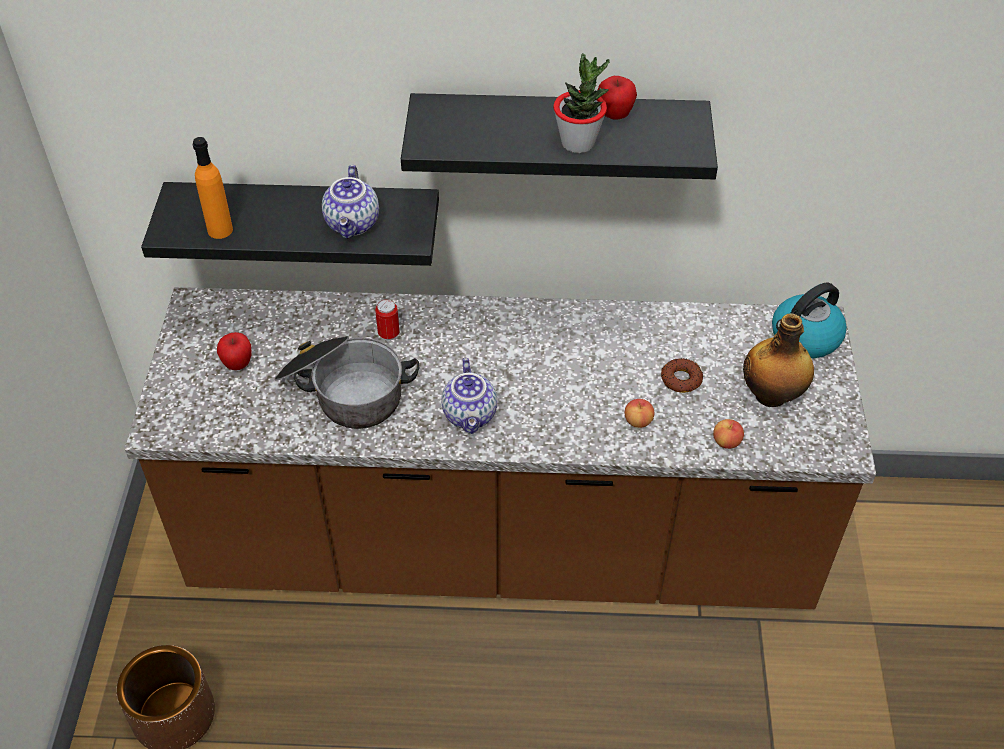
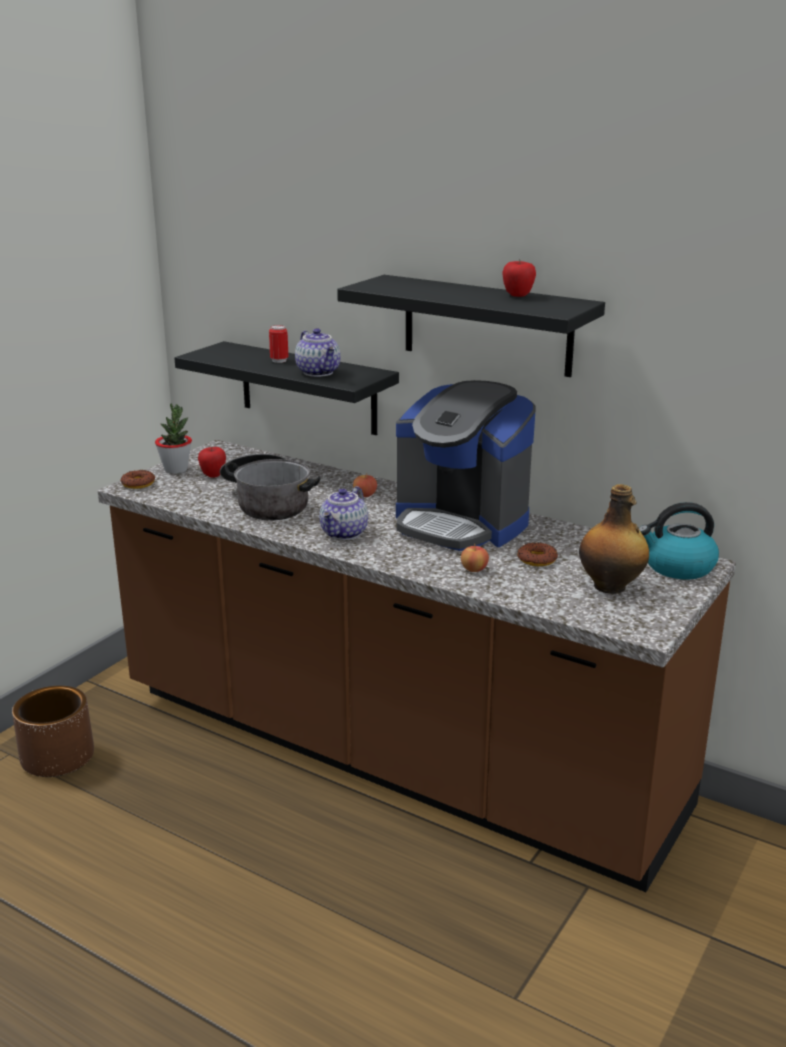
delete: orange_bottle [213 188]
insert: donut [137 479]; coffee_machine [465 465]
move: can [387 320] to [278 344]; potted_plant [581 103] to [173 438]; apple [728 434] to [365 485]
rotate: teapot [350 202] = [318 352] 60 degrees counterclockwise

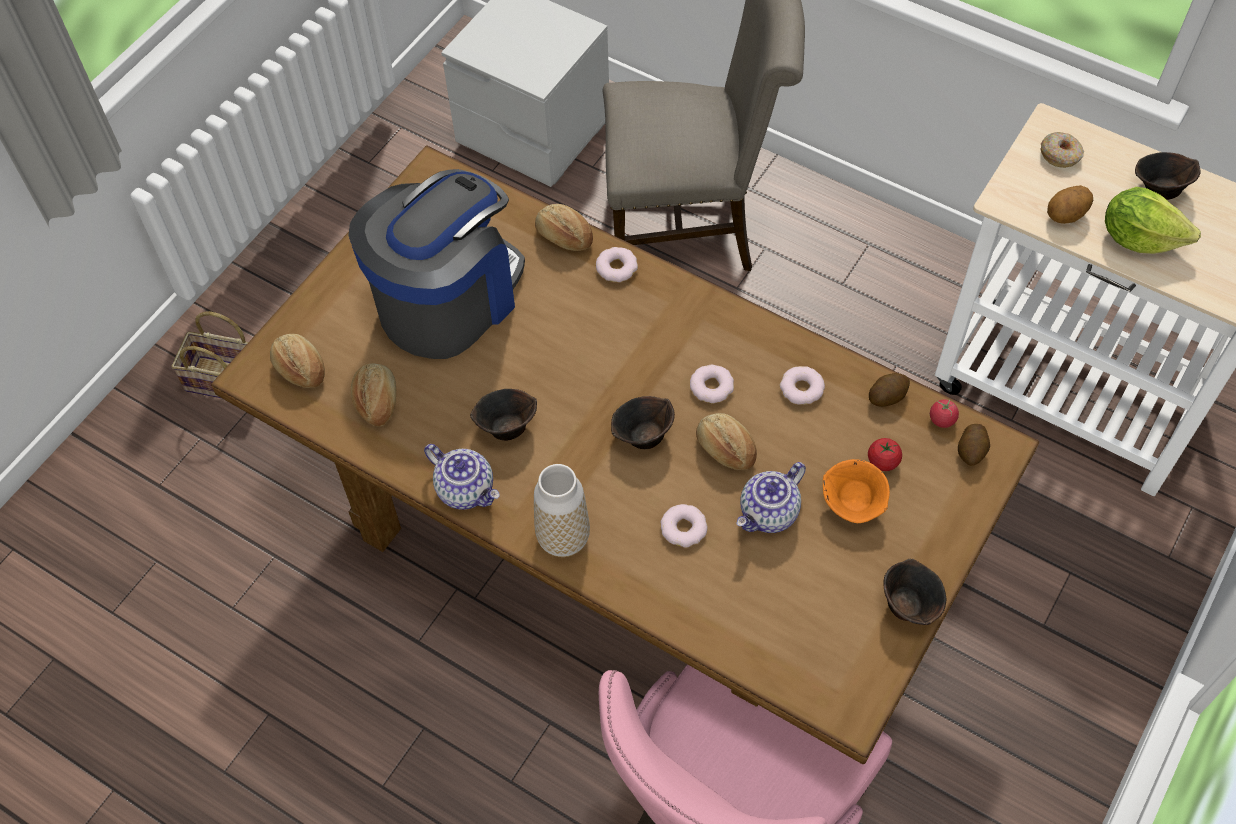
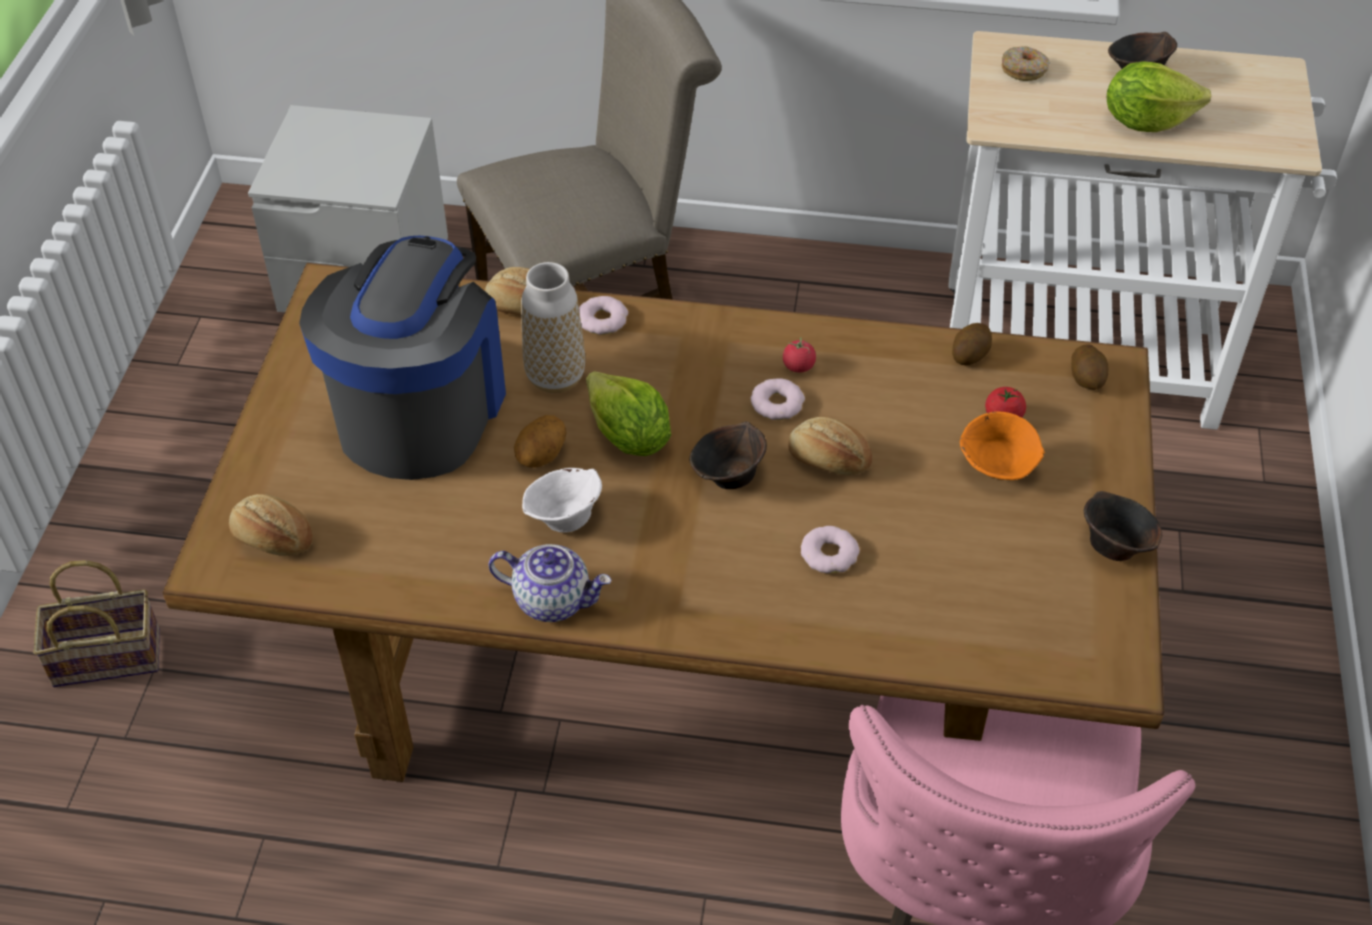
delete: bread [373 395]; teapot [771 497]; donut [802 385]
insert: lettuce [628 413]
move: vase [562 510] to [553 327]; tomato [944 413] to [799 355]; potato [1070 204] to [540 441]
recolor: brown_bowl [503 415] to white_bowl [562 500]

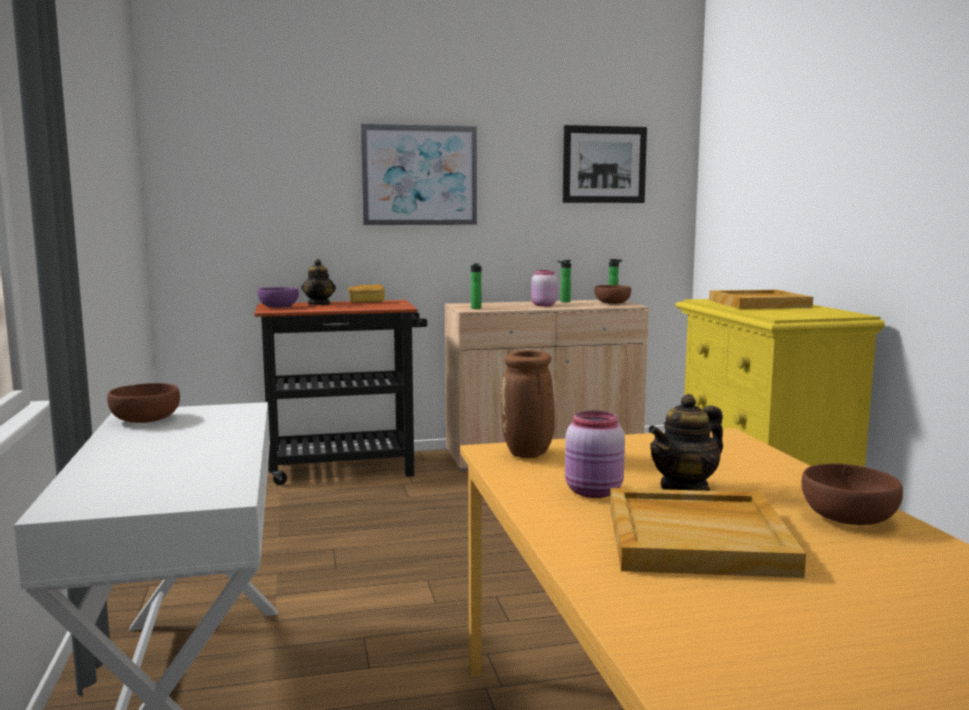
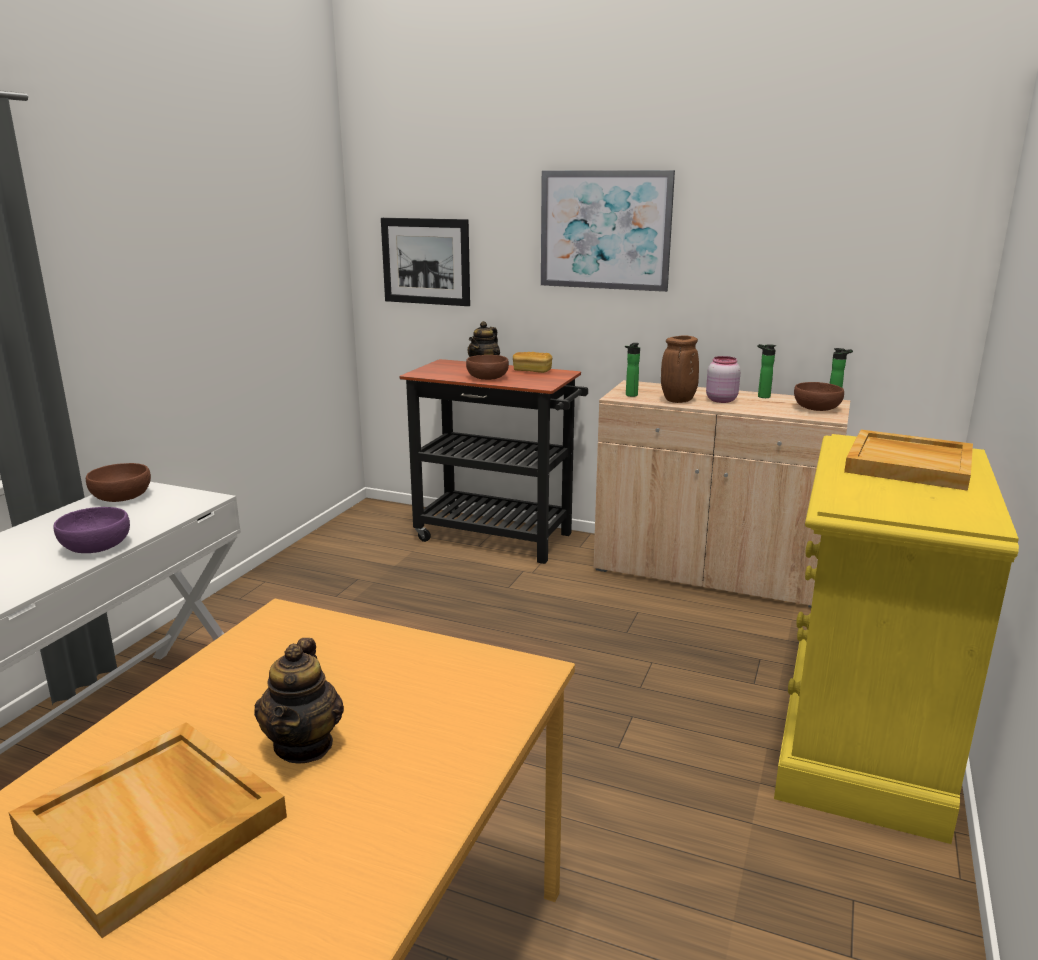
delete: pink_jar [595 454]
move: purple_bowl [278 297] to [91 530]; brown_vase [528 404] to [680 369]; picture [605 164] to [425 262]; brown_bowl [852 494] to [487 367]
rotate: teapot [685 442] = [299 701] 90 degrees counterclockwise

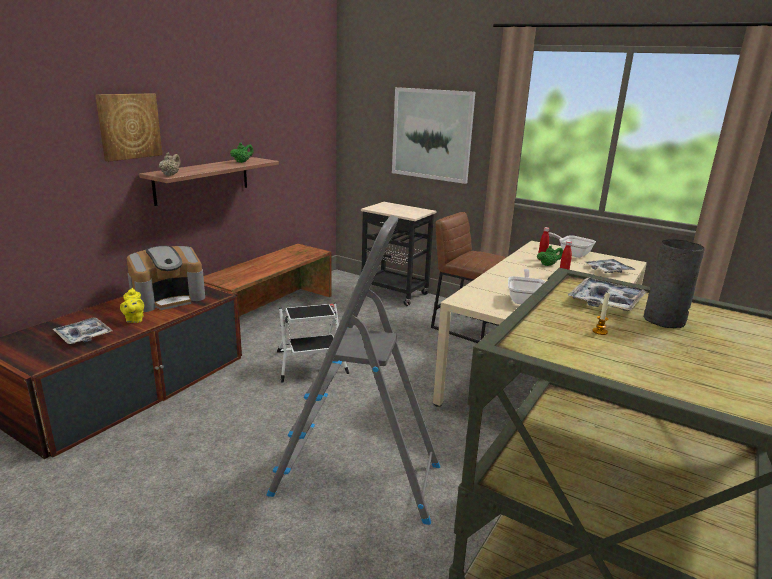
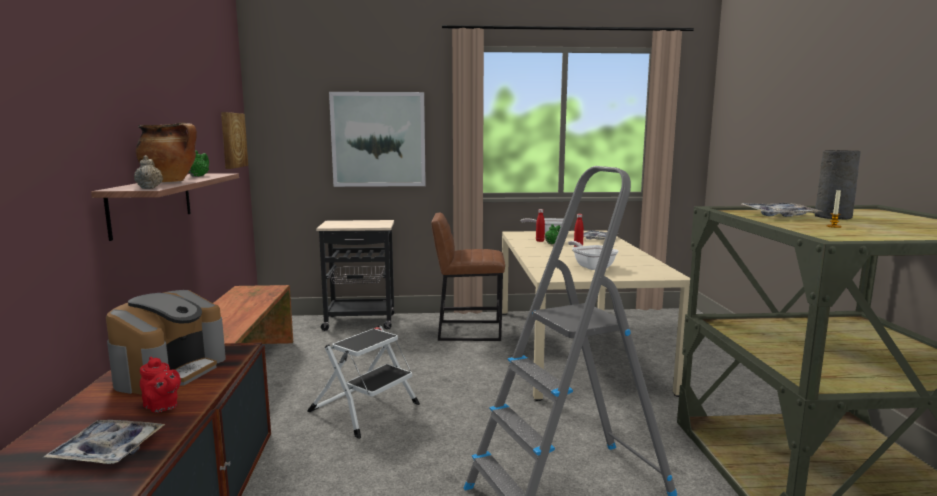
insert: cooking_pot [166 152]
move: picture [128 127] to [234 140]
recolor: yellow_teapot [132 305] to red_teapot [160 385]

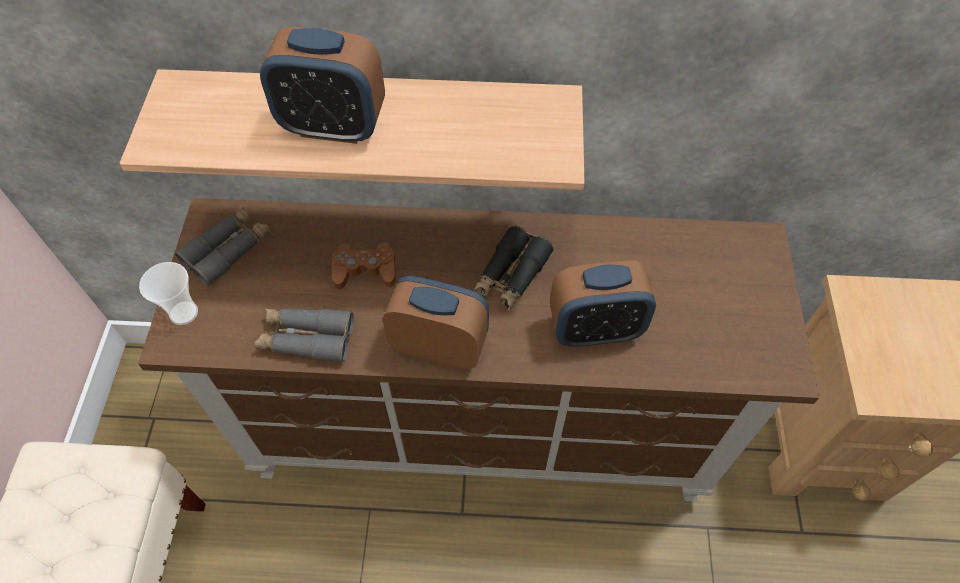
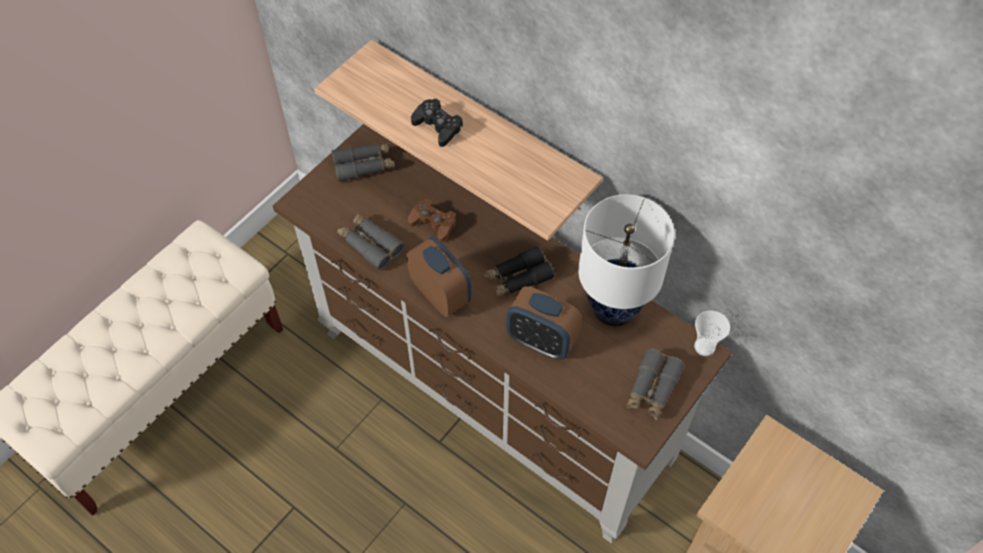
insert: white_table_lamp [626 260]; grey_binoculars [655 384]
move: cup [168 293] to [712 333]
replace: alarm_clock [322 85] to black_game_controller [437 123]

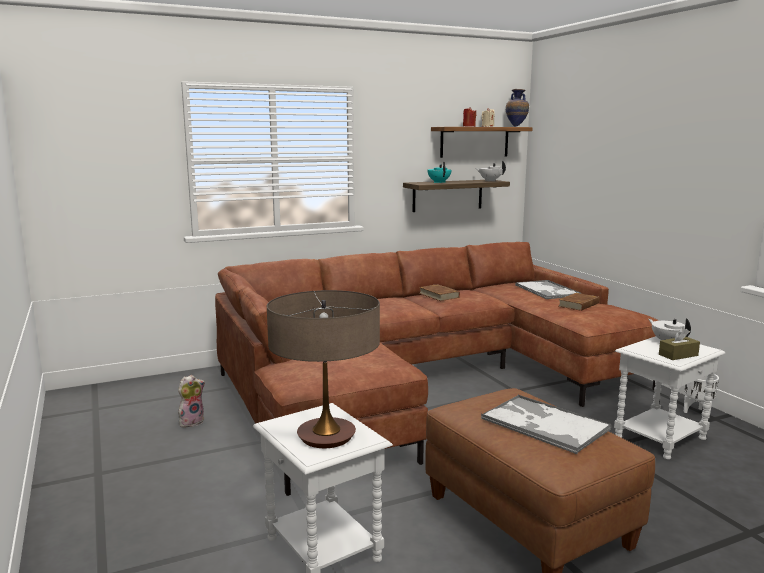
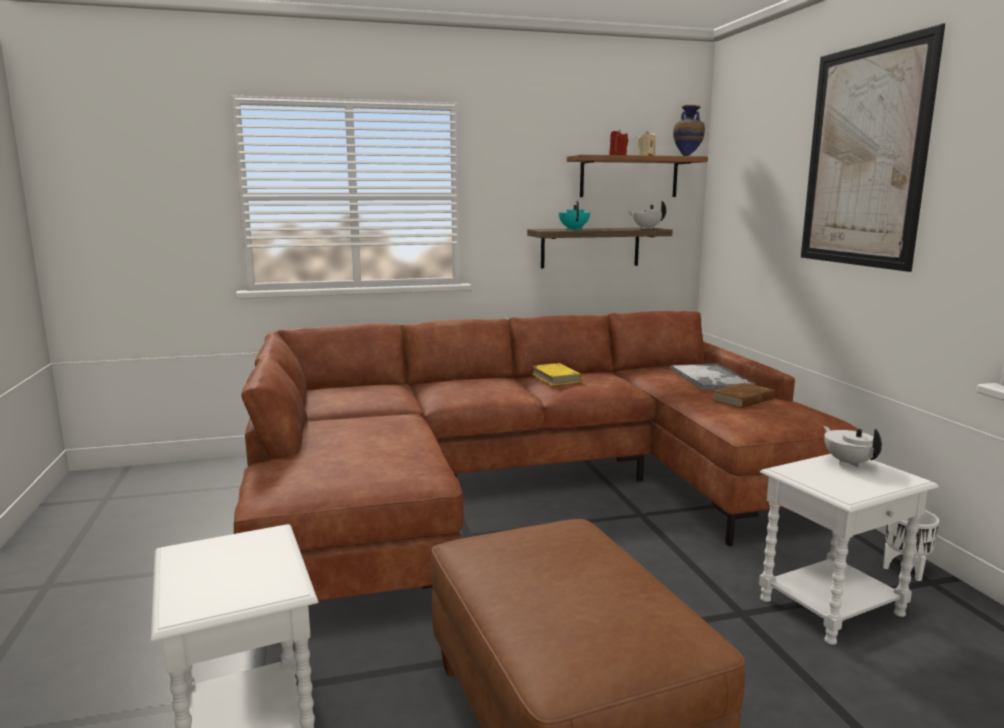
delete: plush_toy [191 401]; table_lamp [323 369]; tray [546 424]; brown_tissue_box [679 344]
insert: picture [873 147]
recolor: brown_book [439 292] to yellow_book [557 374]

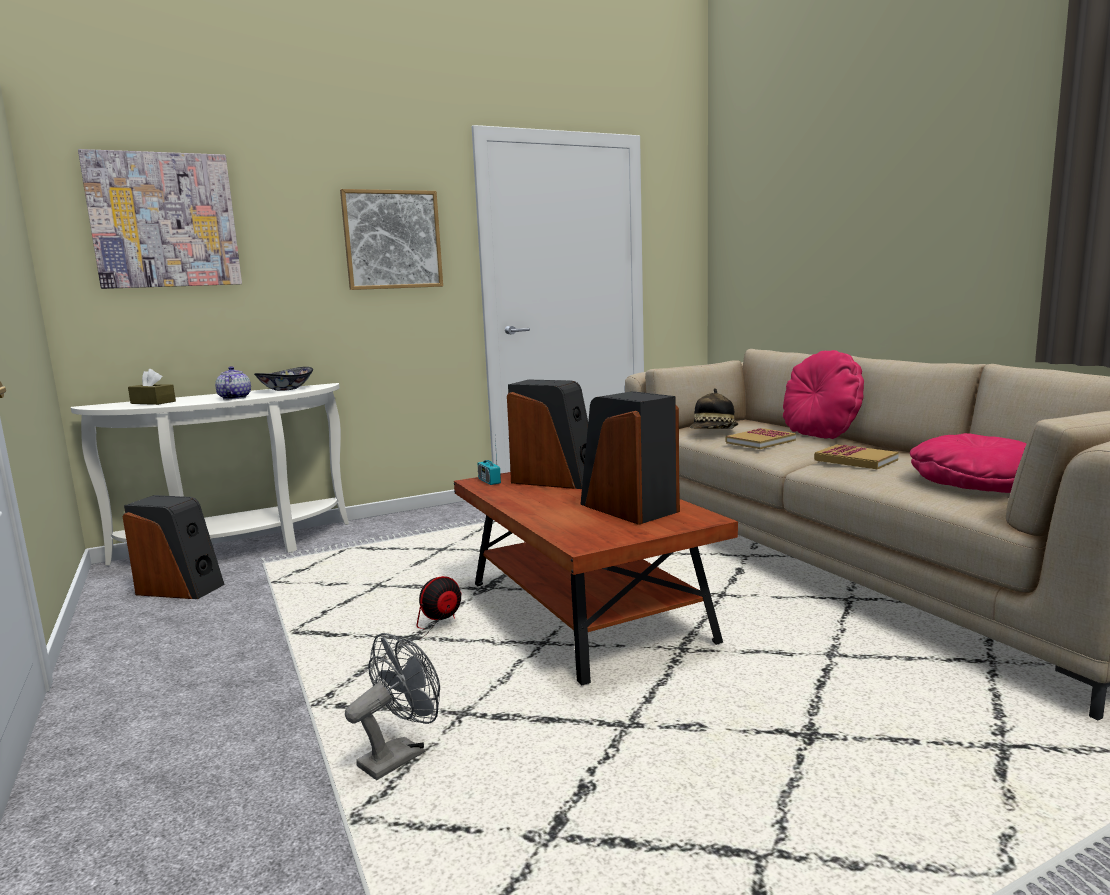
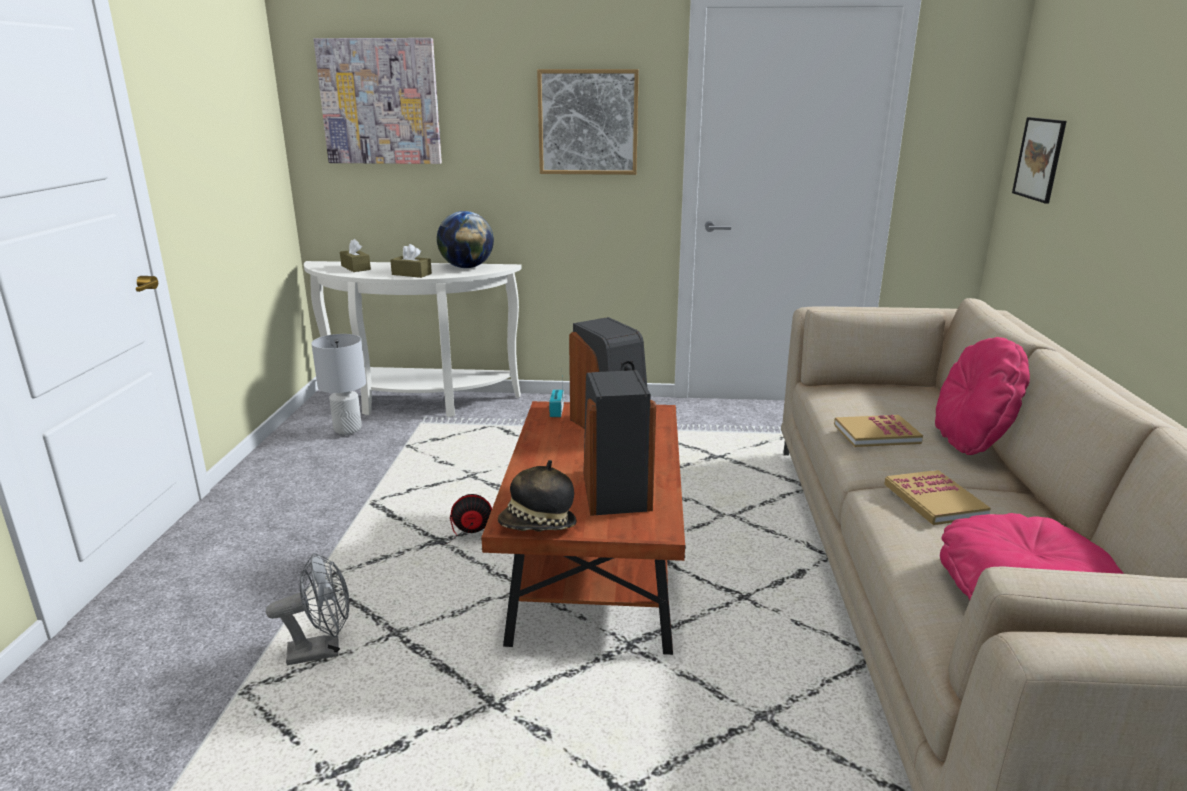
insert: picture [1039 160]
move: hat [714 408] to [537 496]
replace: speaker [173 547] to grey_table_lamp [338 384]; teapot [233 383] to brown_tissue_box [411 261]; bowl [283 379] to globe [465 239]

